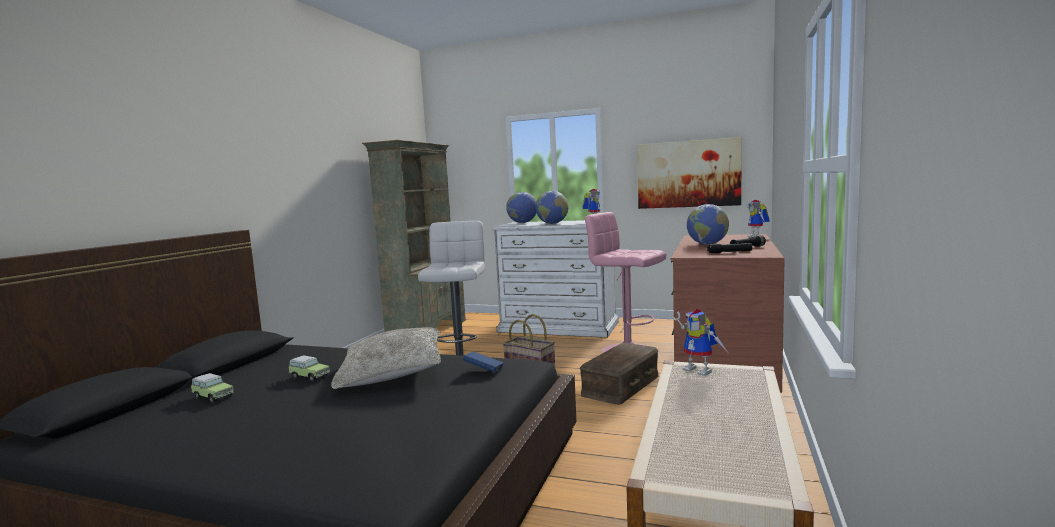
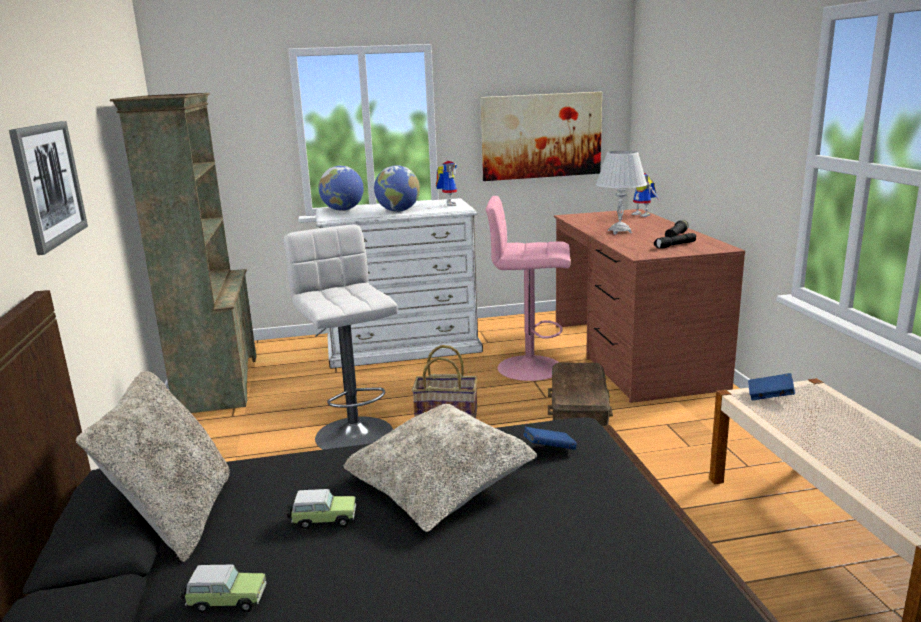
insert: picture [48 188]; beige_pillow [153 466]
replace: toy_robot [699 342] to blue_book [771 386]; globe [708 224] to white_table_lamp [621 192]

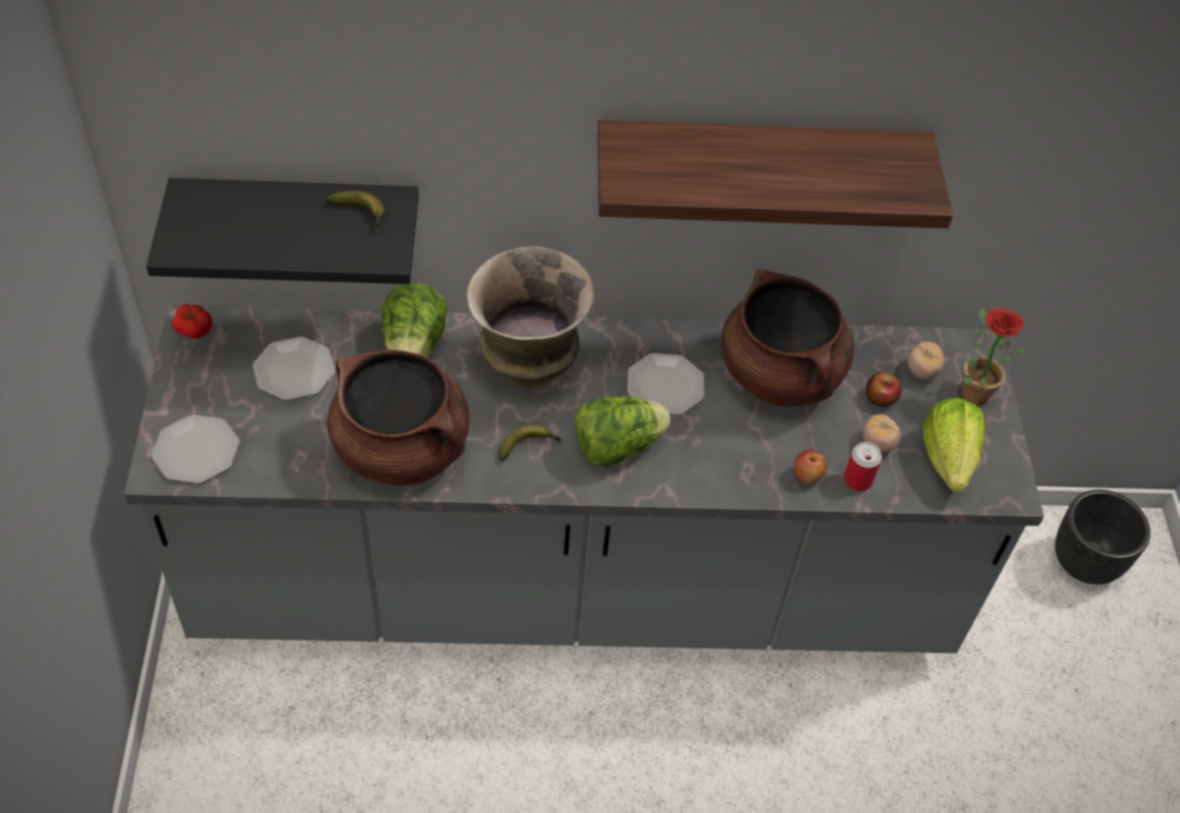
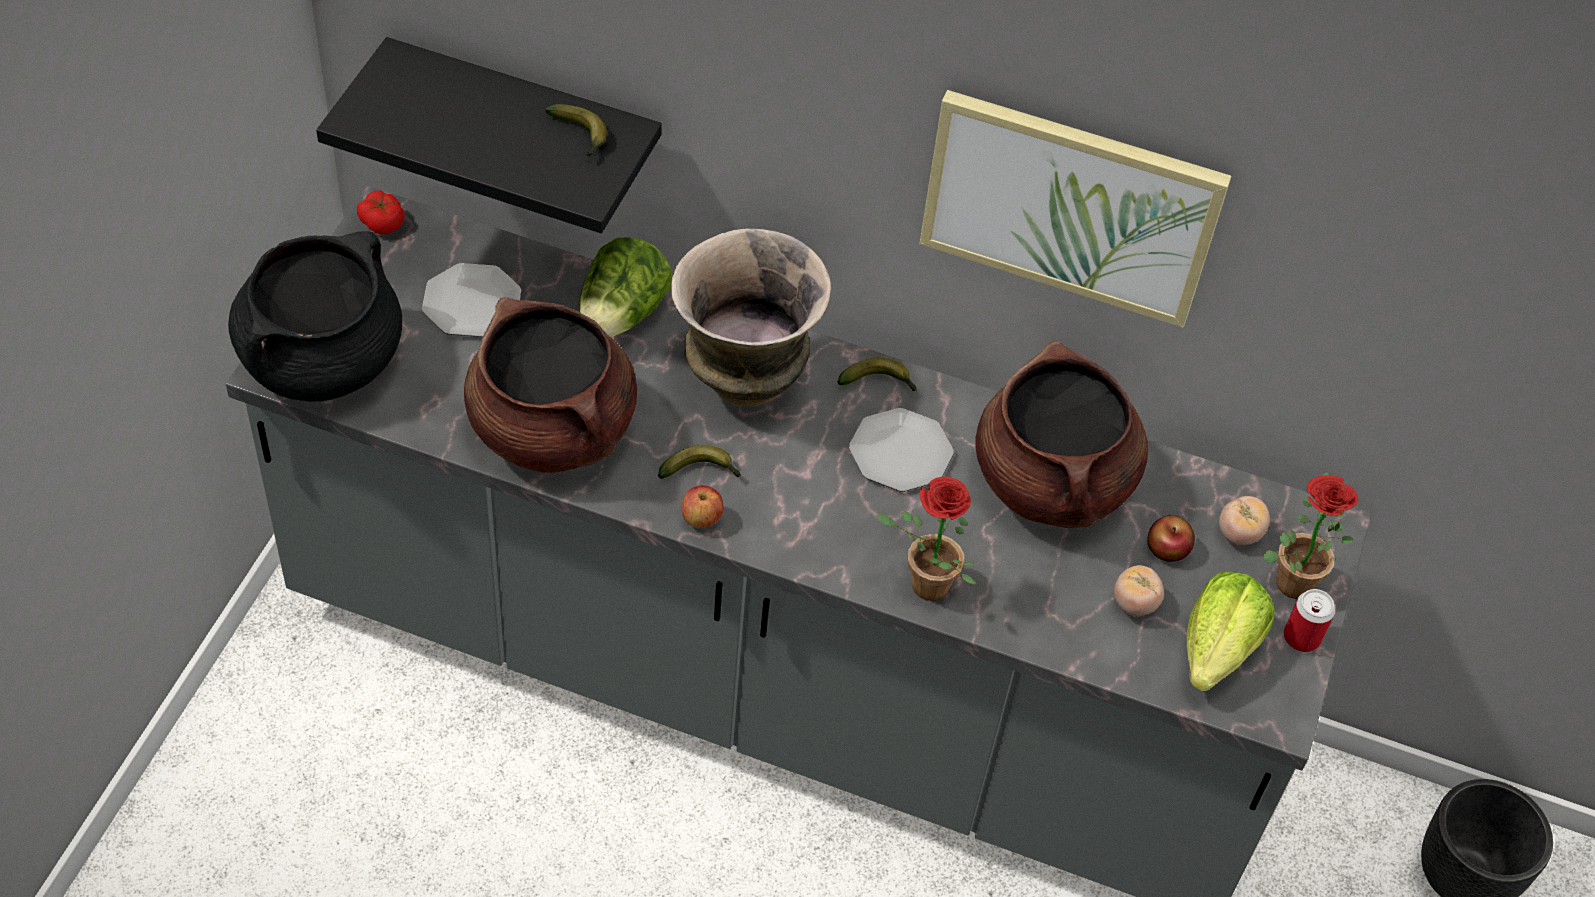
delete: lettuce [622 431]
insert: banana [877 374]; potted_plant [925 538]
move: apple [810 467] to [702 506]; can [863 466] to [1309 620]
replace: plate [195 449] to black_cooking_pot [315 316]; shelf [775 174] to picture [1075 208]

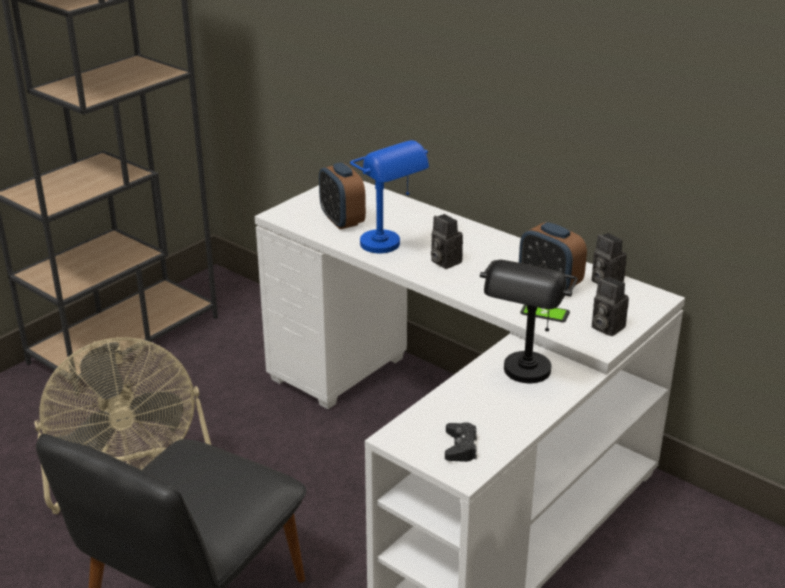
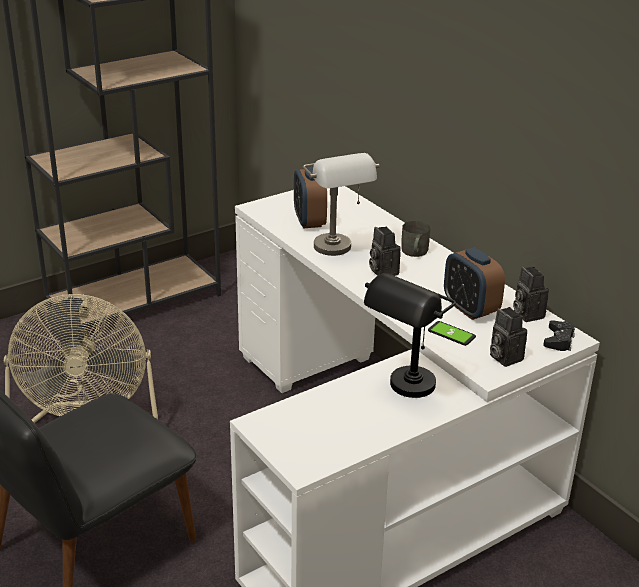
insert: grey_mug [415 239]
move: black_game_controller [461 442] to [559 335]
recolor: blue_table_lamp [389 196] to grey_table_lamp [341 204]

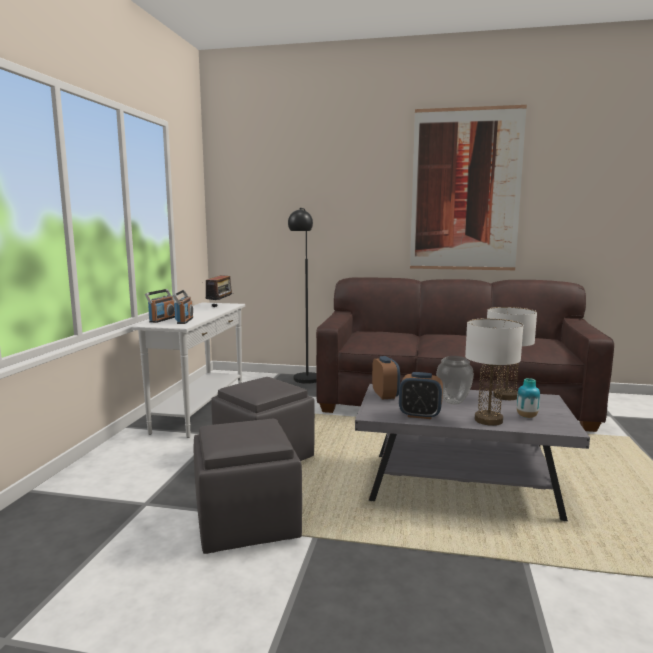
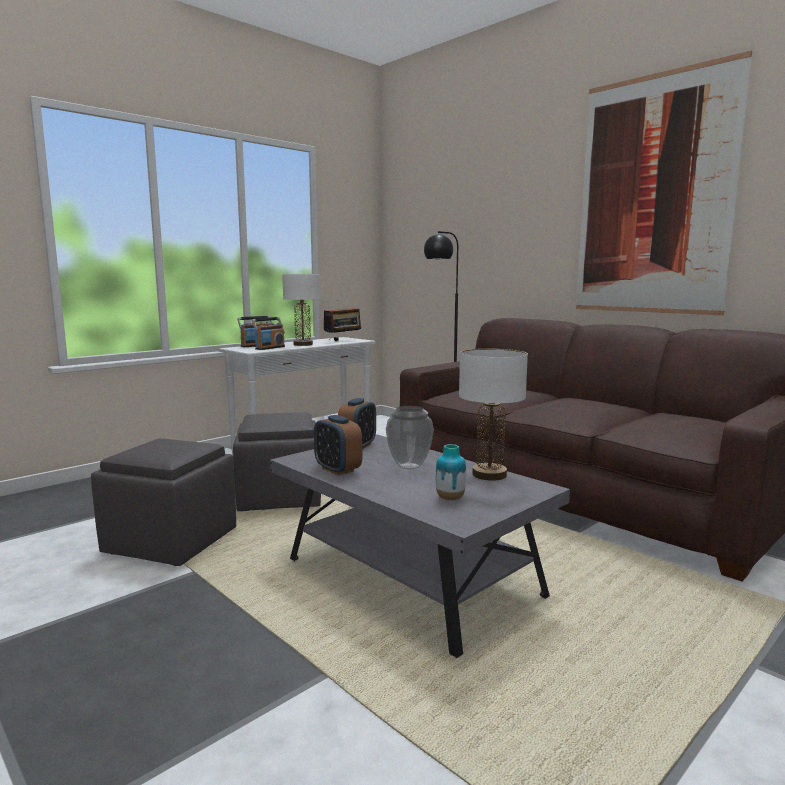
move: table_lamp [494 372] to [301 310]

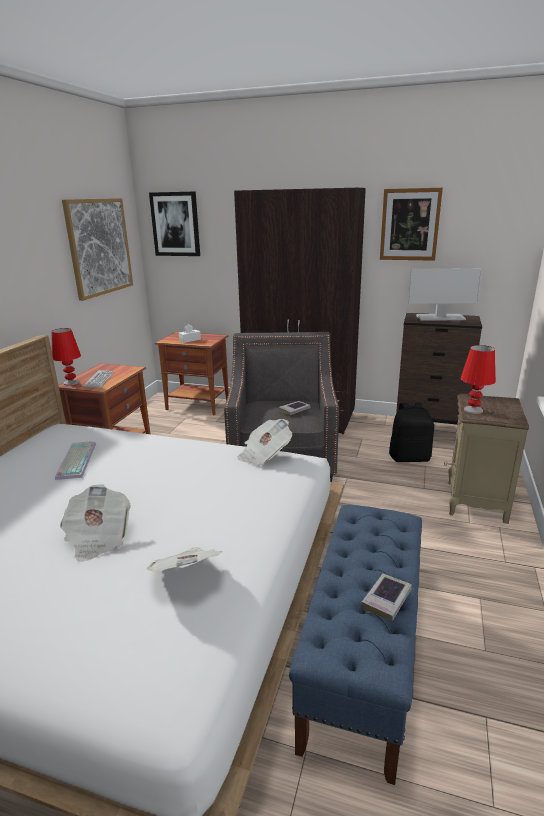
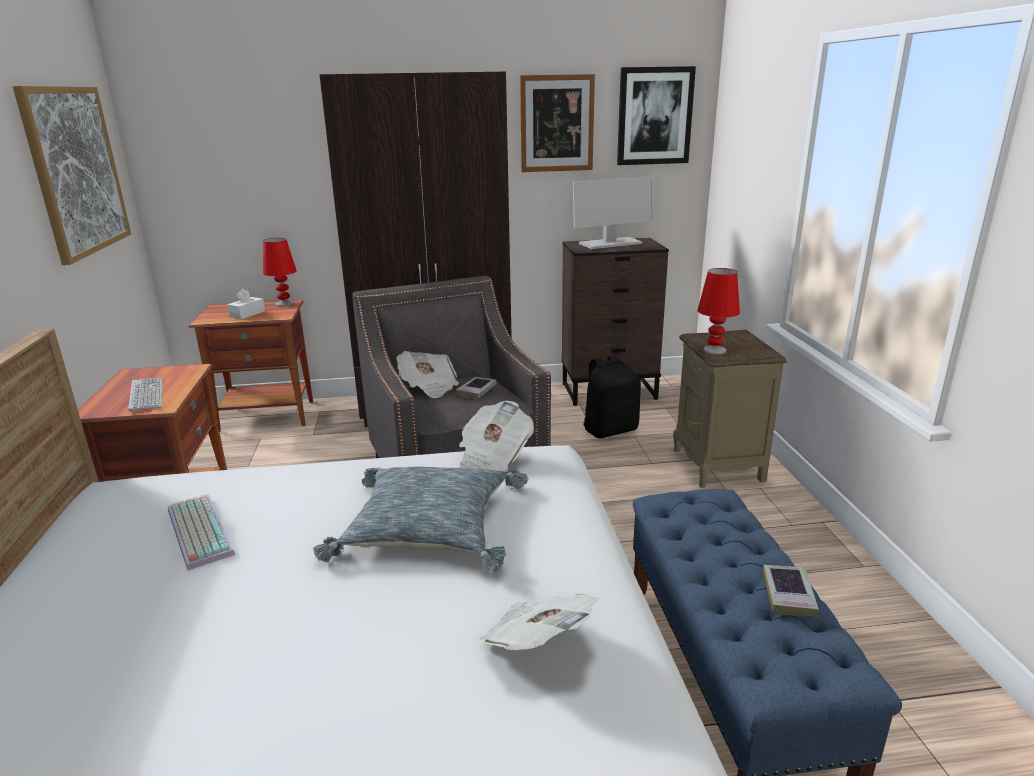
insert: pillow [420 520]
move: red_table_lamp [66 356] to [280 272]; newspaper [95 523] to [427 374]; picture [174 224] to [656 115]

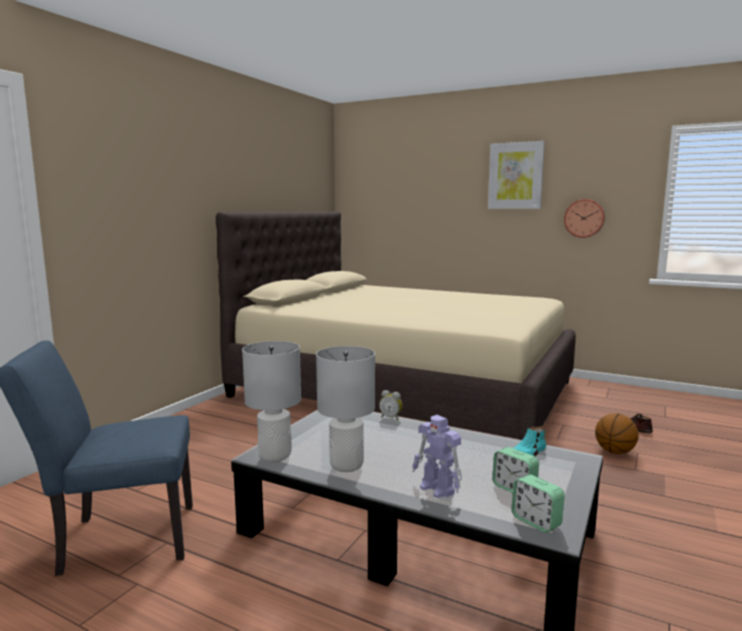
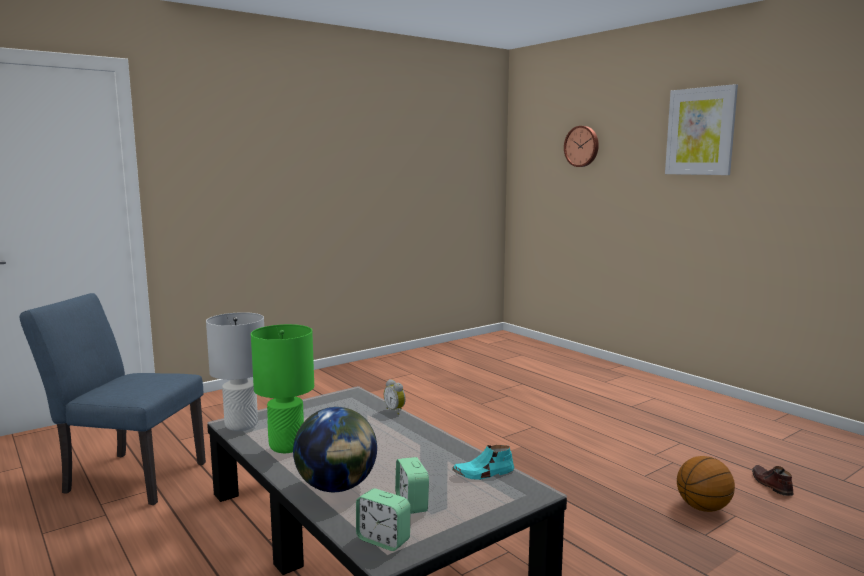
delete: beige_bed [396 325]
move: wall_clock [584 218] to [581 146]
replace: toy_robot [437 456] to globe [335 449]
recolor: grey_table_lamp [345 409] to green_table_lamp [282 388]
rotate: alarm_clock [538 504] = [383 519] 45 degrees counterclockwise

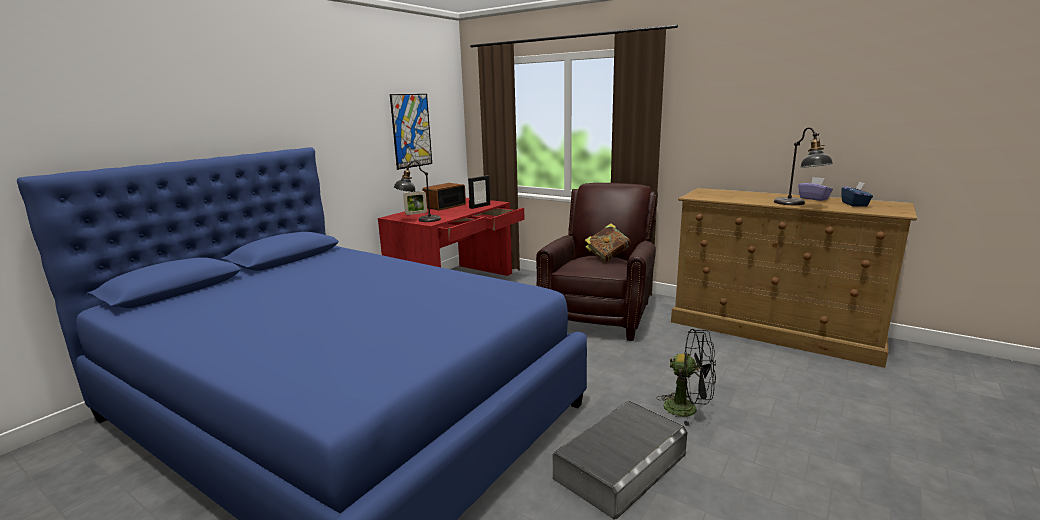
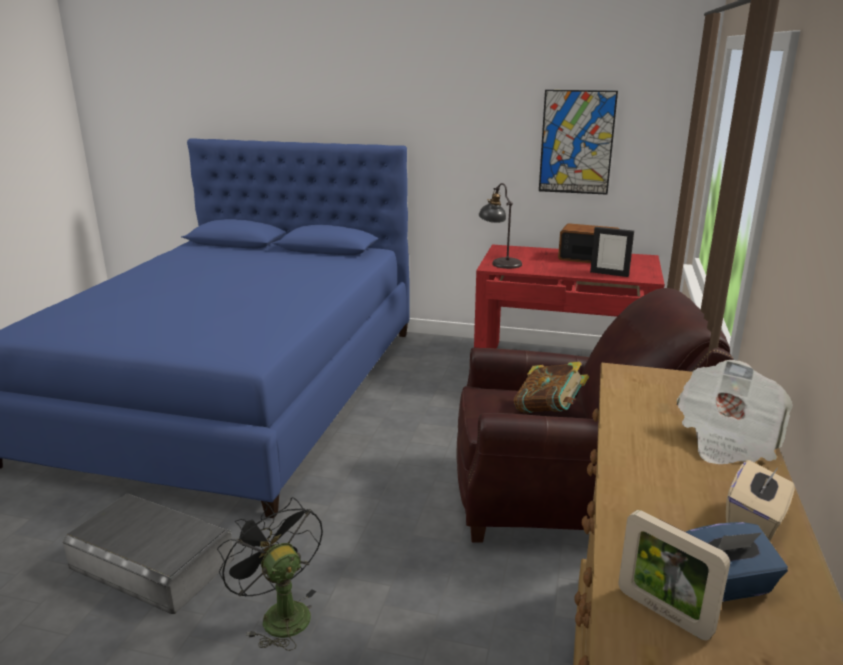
delete: grey_table_lamp [803 166]
insert: newspaper [735 412]
move: picture_frame [415 203] to [674 575]
recolor: purple_tissue_box [815 189] to beige_tissue_box [760 500]
rotate: black_fan [686 377] = [270 574] 135 degrees clockwise

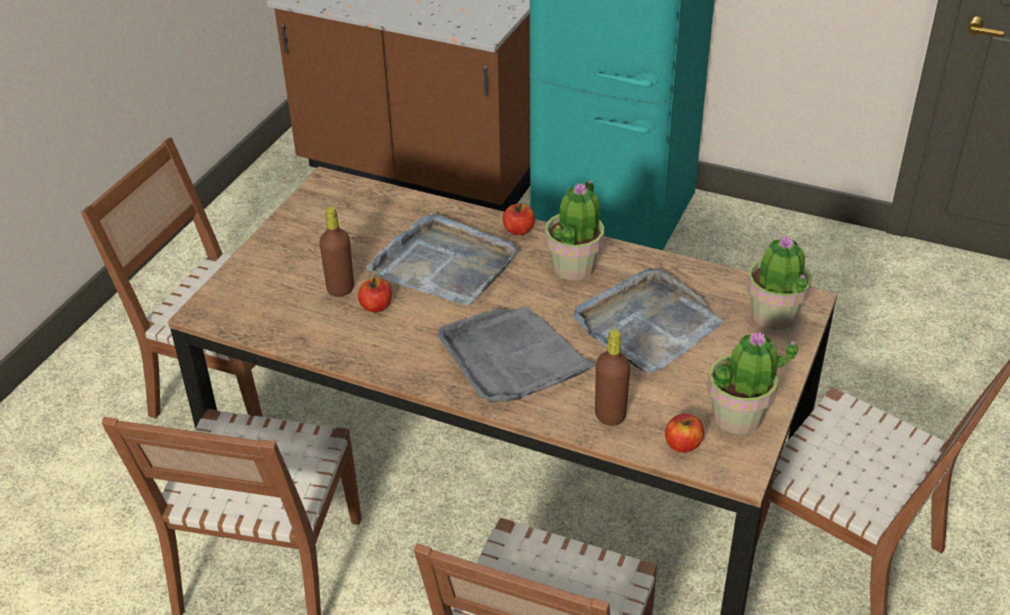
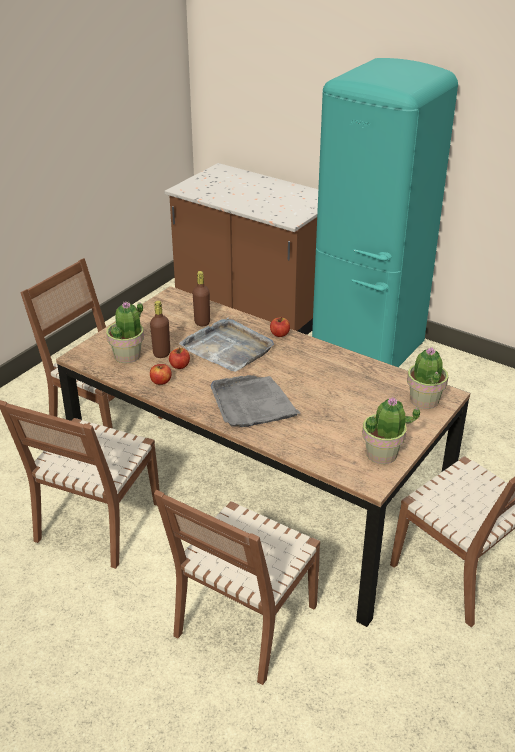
delete: grey_tray [649 321]
move: potted_plant [574 230] to [125 332]; brown_bottle [612 377] to [201 298]; apple [684 433] to [161 374]

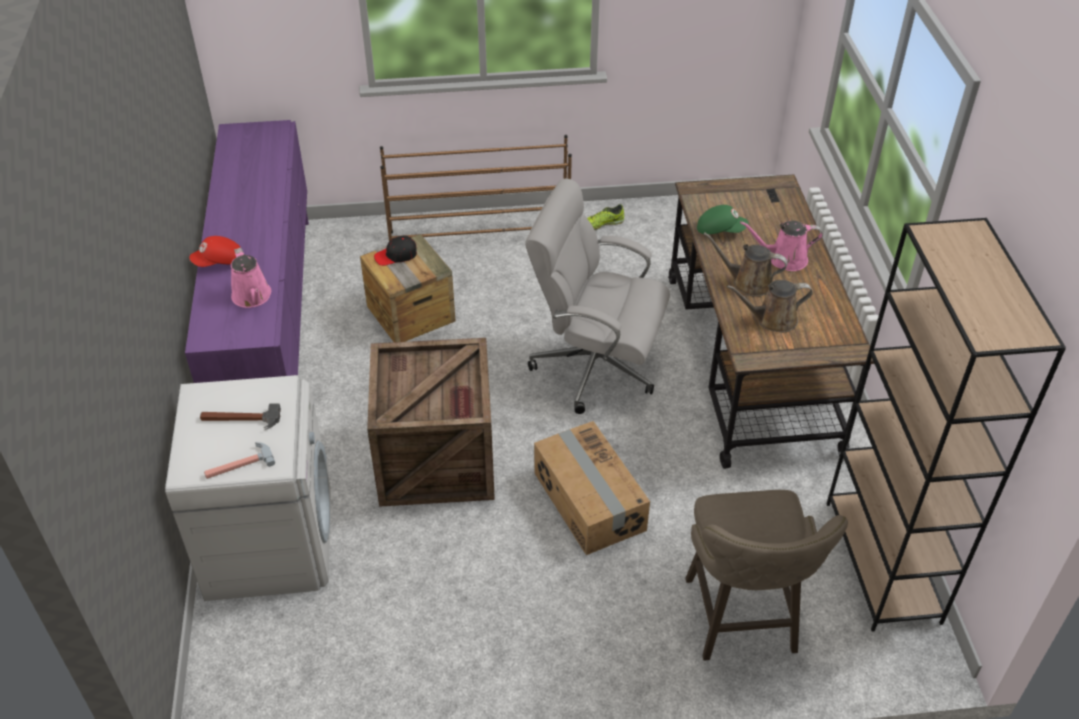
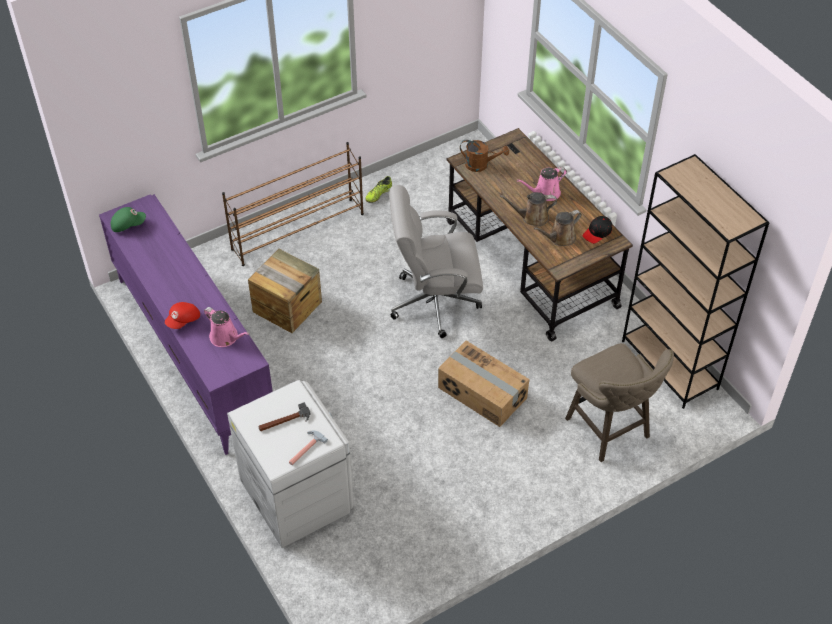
delete: crate [431 422]
insert: brown_watering_can [484 156]
move: black_cap [395 251] to [597 230]; green_cap [722 219] to [128 219]

